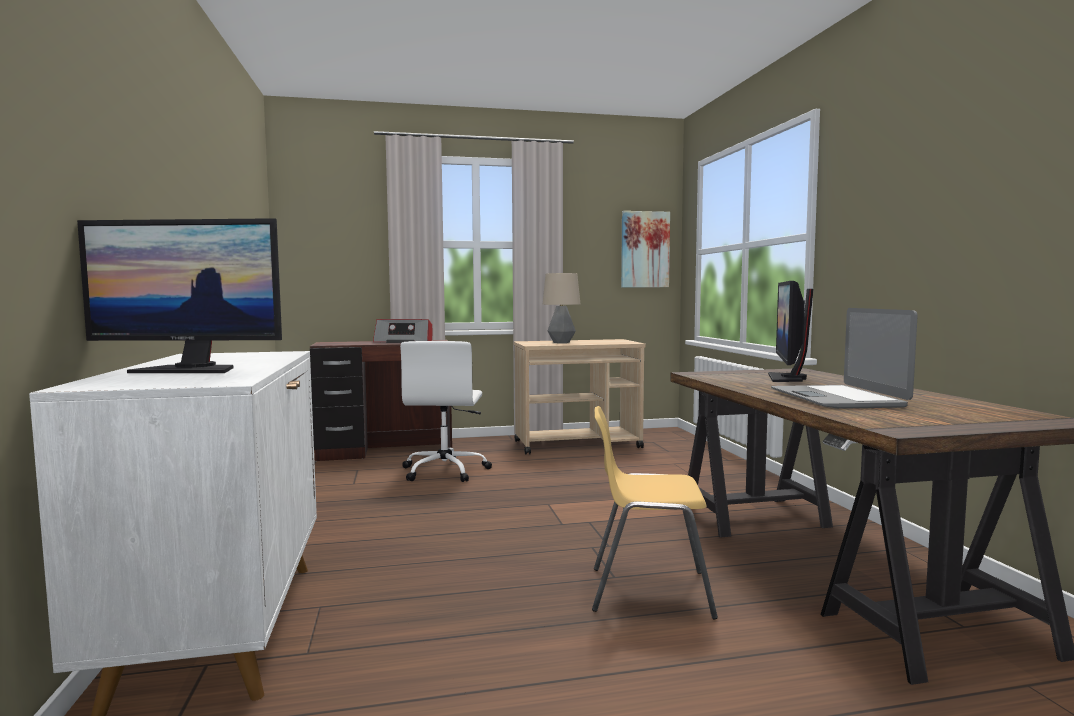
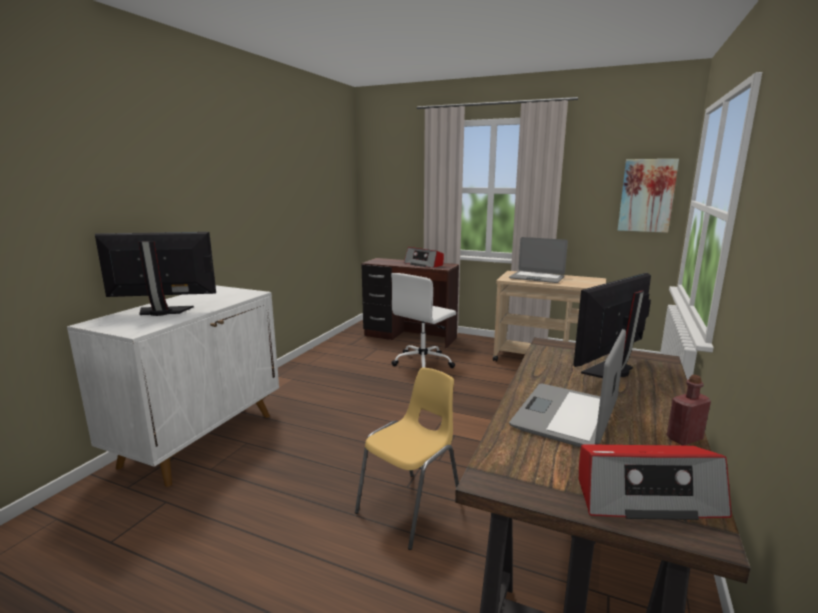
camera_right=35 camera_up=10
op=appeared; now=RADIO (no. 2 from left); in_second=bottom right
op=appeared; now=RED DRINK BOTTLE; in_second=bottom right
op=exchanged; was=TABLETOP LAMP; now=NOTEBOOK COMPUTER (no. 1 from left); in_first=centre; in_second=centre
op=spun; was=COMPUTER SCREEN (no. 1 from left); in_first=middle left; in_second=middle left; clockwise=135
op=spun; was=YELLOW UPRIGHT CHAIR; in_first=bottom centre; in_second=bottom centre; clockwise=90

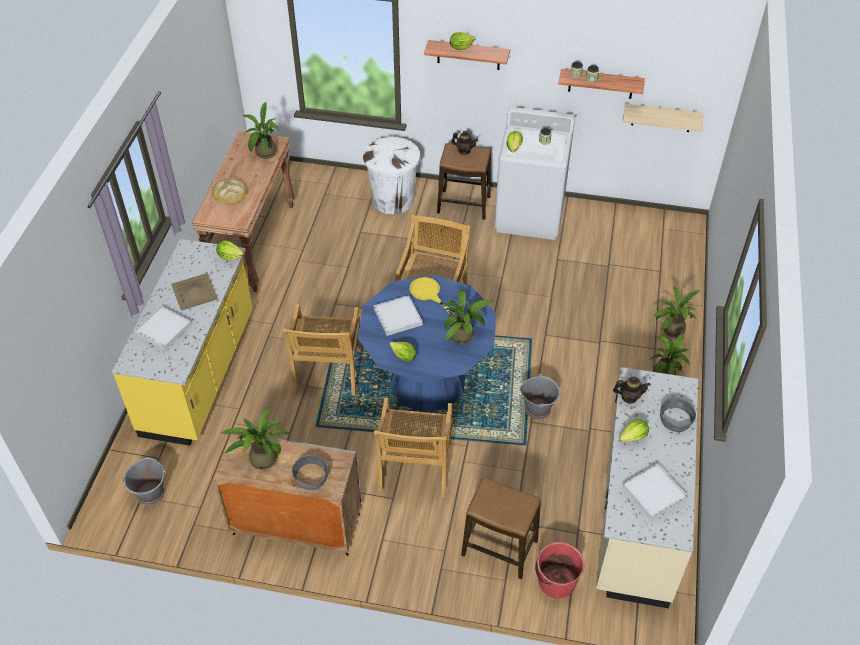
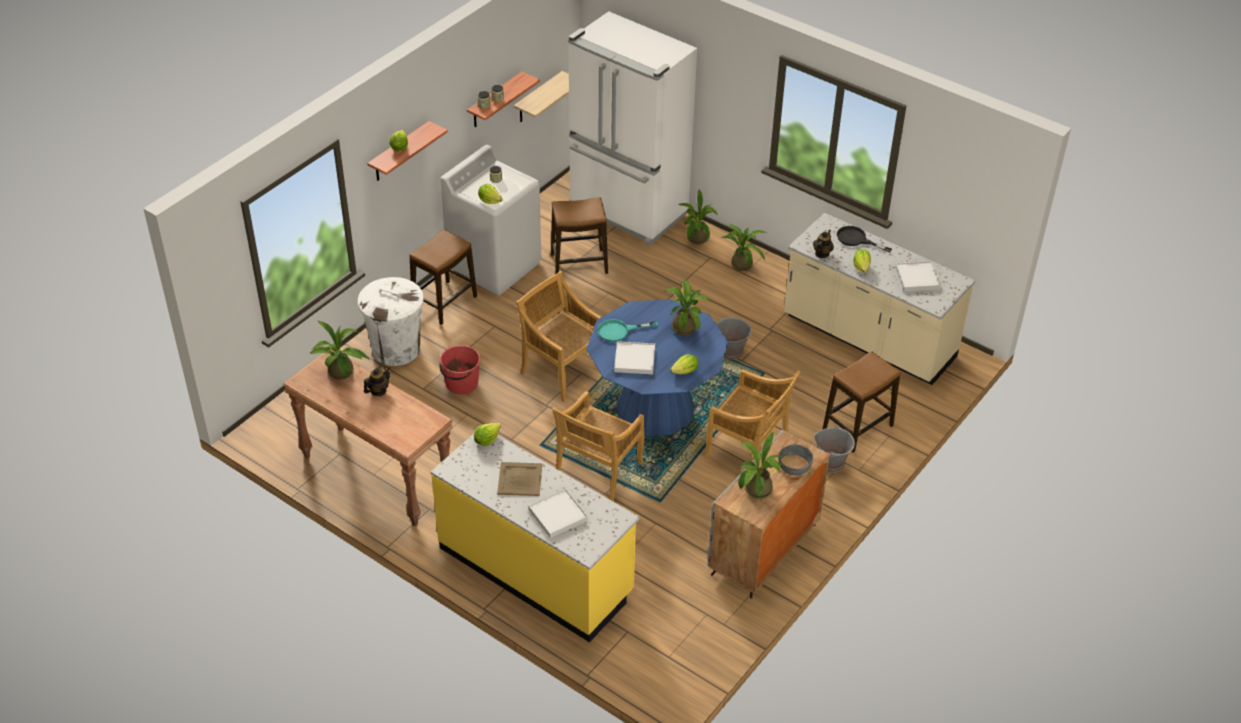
camera_right=-65 camera_up=-5
op=missing; was=BAKED BREAD; in_first=top left
op=appeared; now=SITTING STOOL (no. 2 from left); in_second=top centre
op=appeared; now=WHITE REFRIGERATOR; in_second=top centre
op=relocated; was=GREYISH WATER BUCKET (no. 1 from left in the first image); now=GREYISH WATER BUCKET (no. 2 from left); in_first=bottom left; in_second=middle right
op=relocated; was=POT FOR TEA (no. 1 from left); in_first=top centre; in_second=middle left
op=relocated; was=RED WATER BUCKET; in_first=bottom centre; in_second=centre
op=exchanged; was=GREYISH SERVING BOWL (no. 2 from left); now=BLACKISH PAN; in_first=middle right; in_second=top right
op=colour; was=YELLOW PAN; now=TURQUOISE PAN; in_first=centre; in_second=centre
op=spun; was=BEIGE-COLOURED UPRIGHT CHAIR (no. 1 from left in the first image); in_first=centre; in_second=centre; clockwise=90

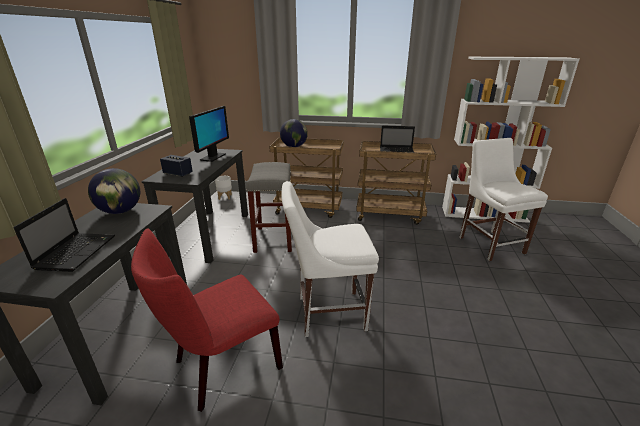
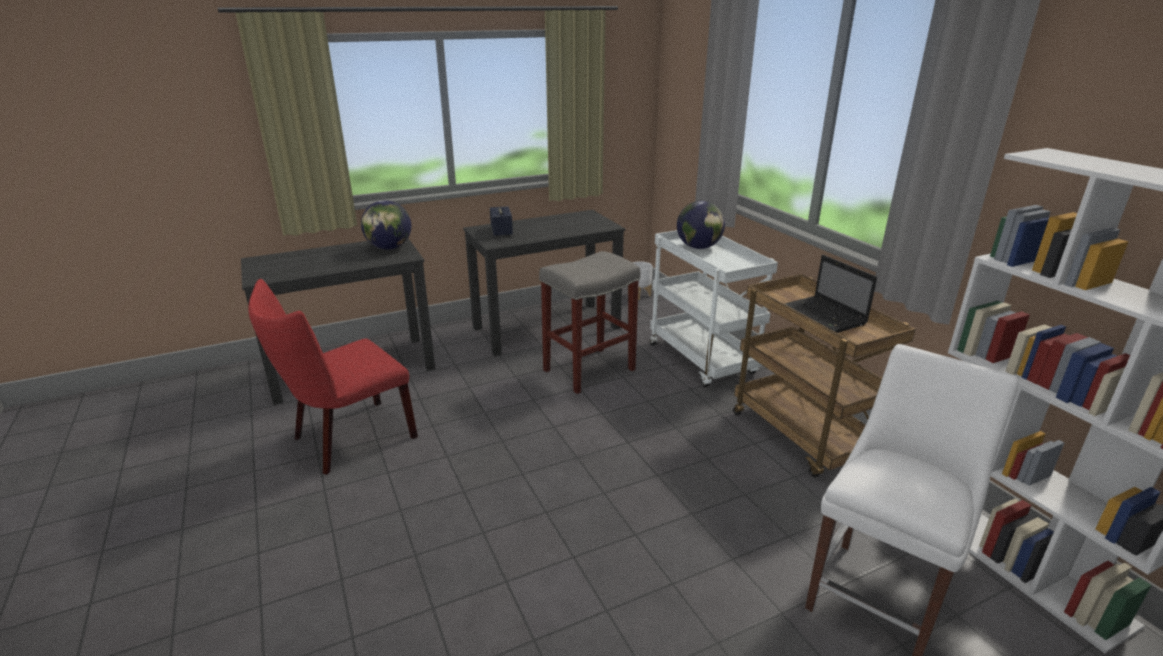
camera_right=55 camera_up=0
op=missing; was=NOTEBOOK COMPUTER (no. 1 from left); in_first=middle left
op=missing; was=COMPUTER SCREEN; in_first=top left
op=missing; was=WHITE UPRIGHT CHAIR (no. 1 from left); in_first=centre
op=colour; was=BROWN TROLLEY (no. 1 from left); now=WHITE TROLLEY; in_first=centre; in_second=centre
op=spun; was=RED UPRIGHT CHAIR; in_first=bottom left; in_second=middle left; clockwise=-60

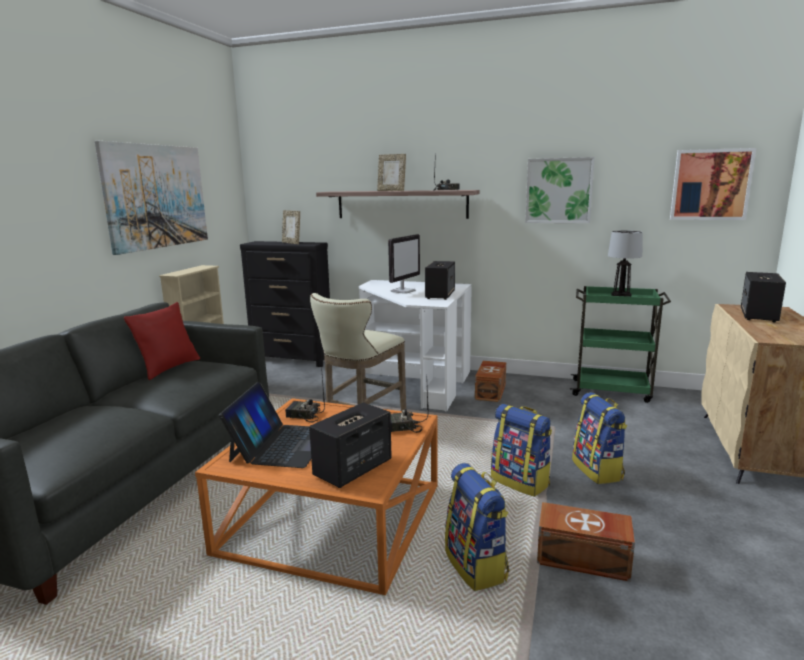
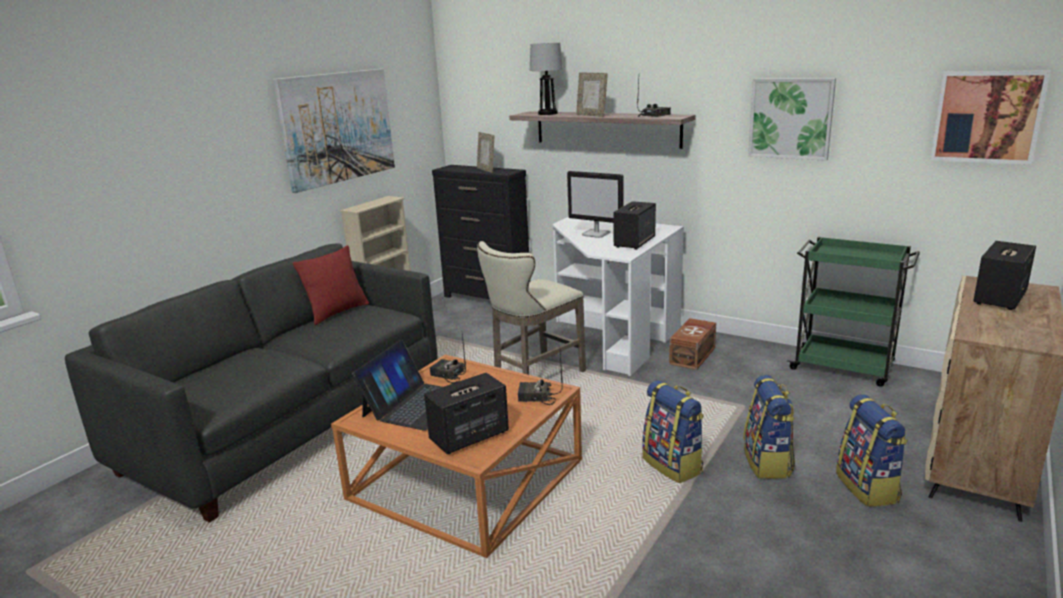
camera_right=15 camera_up=5
op=missing; was=BROWN STORAGE BIN (no. 2 from left); in_first=bottom right
op=relocated; was=KNAPSACK (no. 1 from left in the first image); now=KNAPSACK (no. 3 from left); in_first=bottom centre; in_second=bottom right
op=relocated; was=TABLETOP LAMP; in_first=middle right; in_second=top centre
op=spun; was=COMPUTER SCREEN; in_first=centre; in_second=centre; clockwise=75

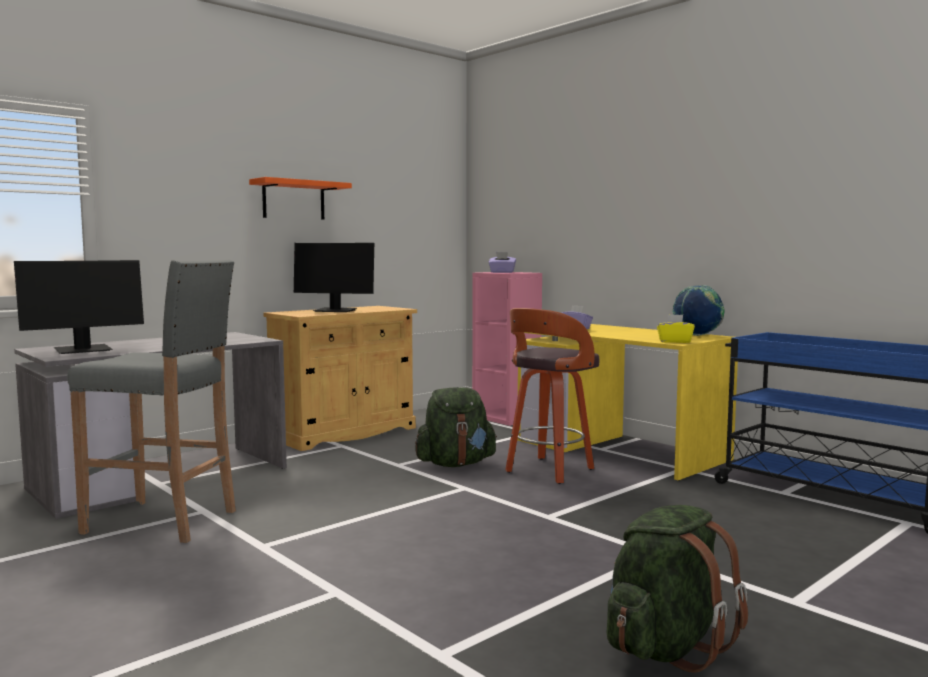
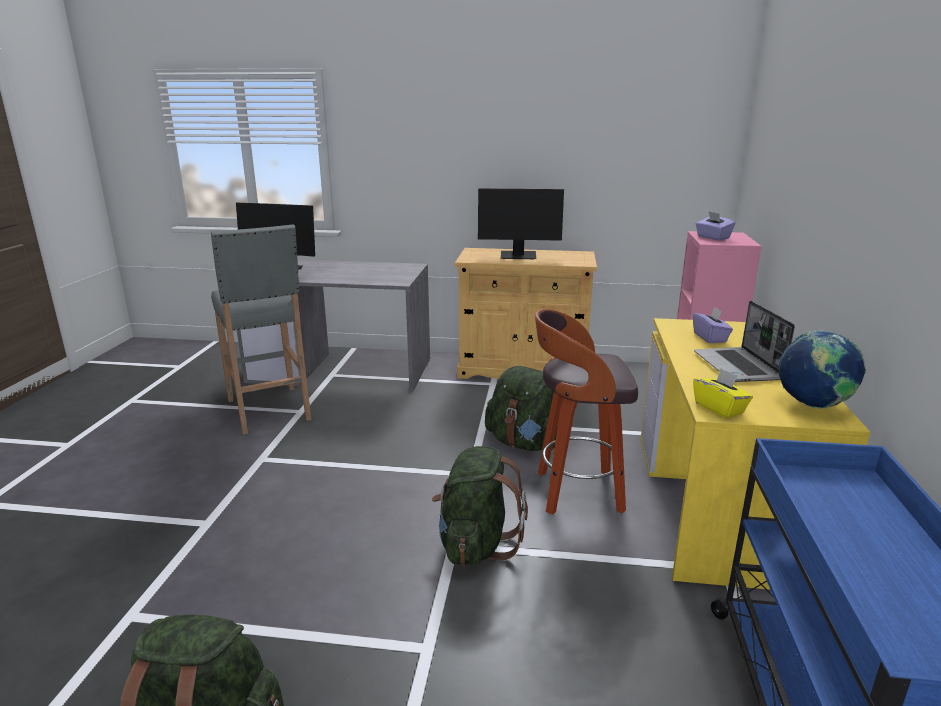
camera_right=50 camera_up=15
op=missing; was=ORANGE-COLOURED BRACKET SHELF; in_first=top left
op=appeared; now=GREENISH KNAPSACK (no. 2 from left); in_second=bottom centre
op=appeared; now=NOTEBOOK COMPUTER; in_second=middle right
op=spun; was=COMPUTER SCREEN (no. 2 from left); in_first=centre; in_second=top centre; clockwise=-60

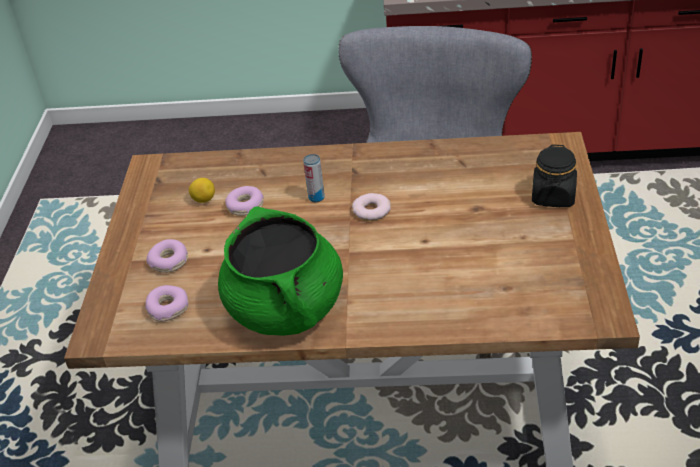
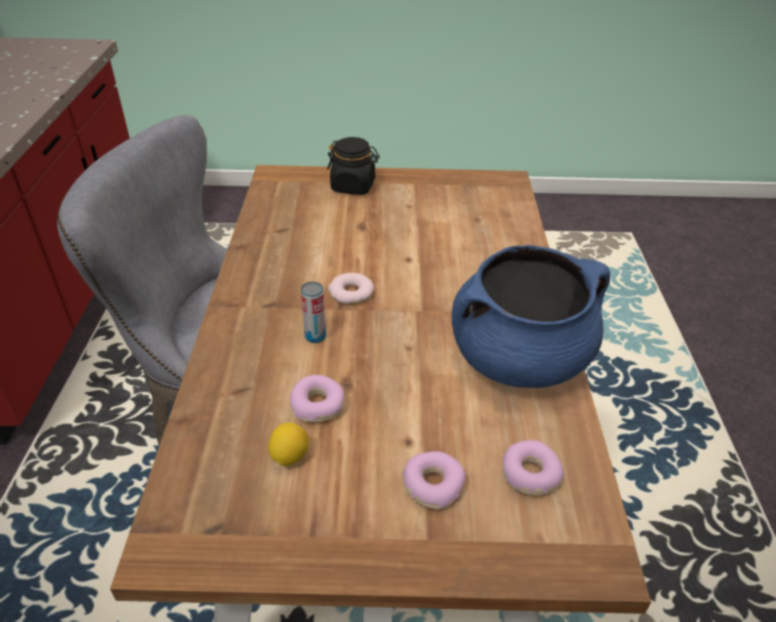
camera_right=-95 camera_up=0
op=colour; was=GREENISH COOKING POT; now=BLUE-COLOURED COOKING POT; in_first=centre; in_second=middle right

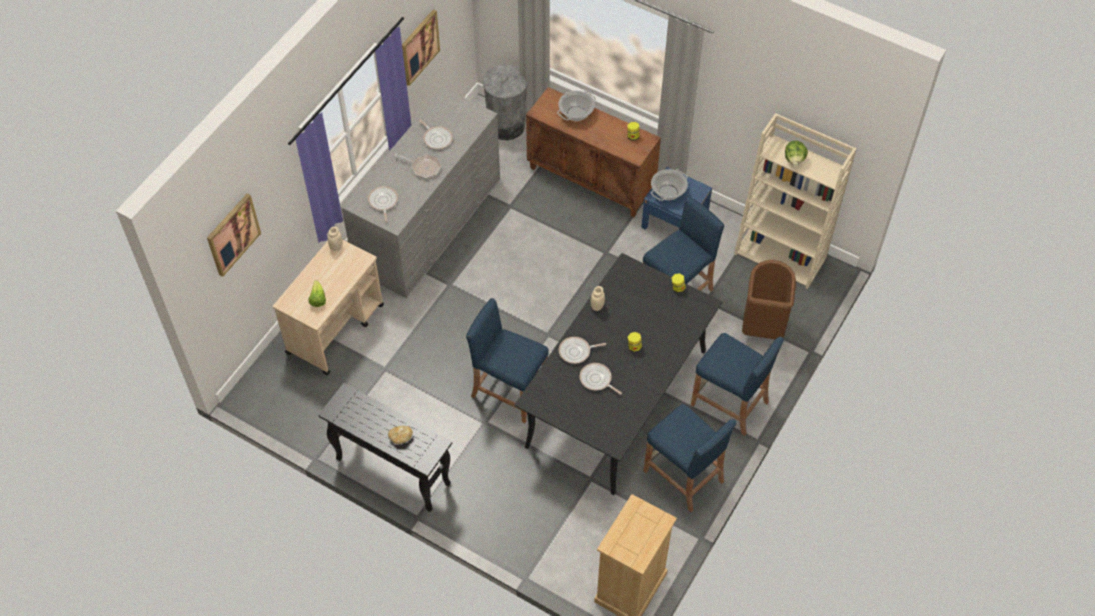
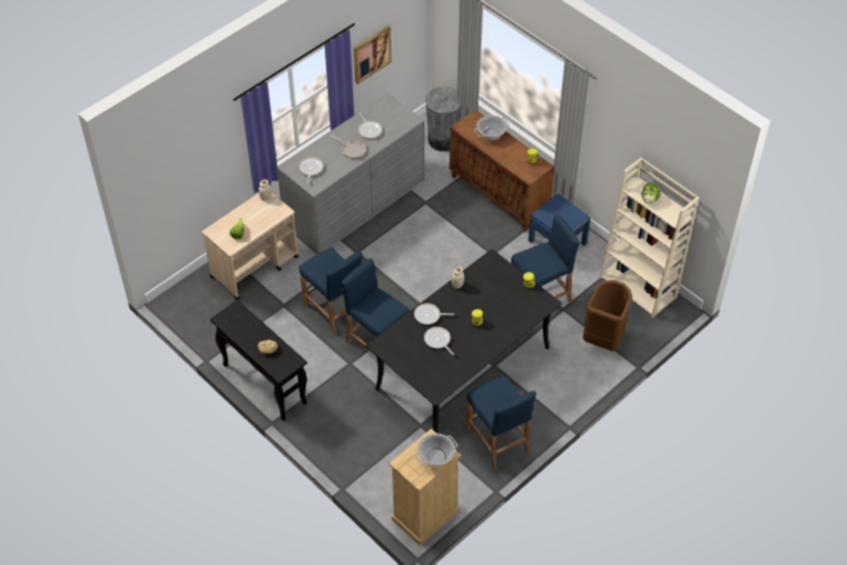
camera_right=15 camera_up=-5
op=missing; was=PICTURE (no. 1 from left); in_first=middle left
op=relocated; was=COOKING POT (no. 2 from left in the first image); now=COOKING POT (no. 1 from left); in_first=top centre; in_second=bottom centre
op=relocated; was=BLUE-COLOURED SITTING STOOL (no. 4 from left in the first image); now=BLUE-COLOURED SITTING STOOL (no. 1 from left); in_first=middle right; in_second=centre

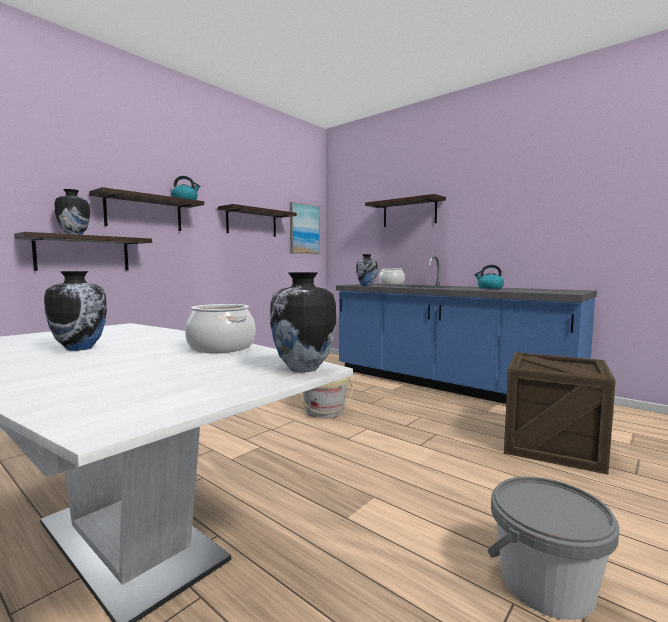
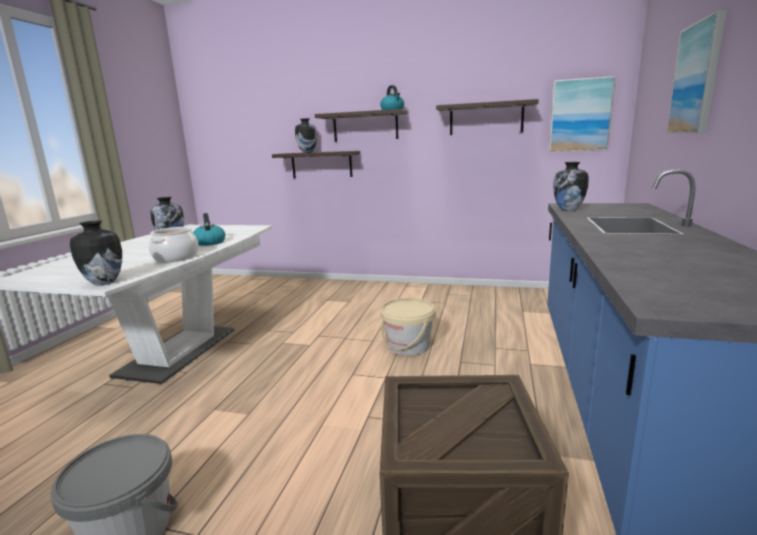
camera_right=65 camera_up=10
op=missing; was=COOKING POT (no. 2 from left); in_first=centre
op=relocated; was=TEA KETTLE (no. 2 from left in the first image); now=TEA KETTLE (no. 1 from left); in_first=middle right; in_second=middle left
op=exchanged; was=BRACKET SHELF (no. 4 from left); now=PICTURE (no. 2 from left); in_first=centre; in_second=top right

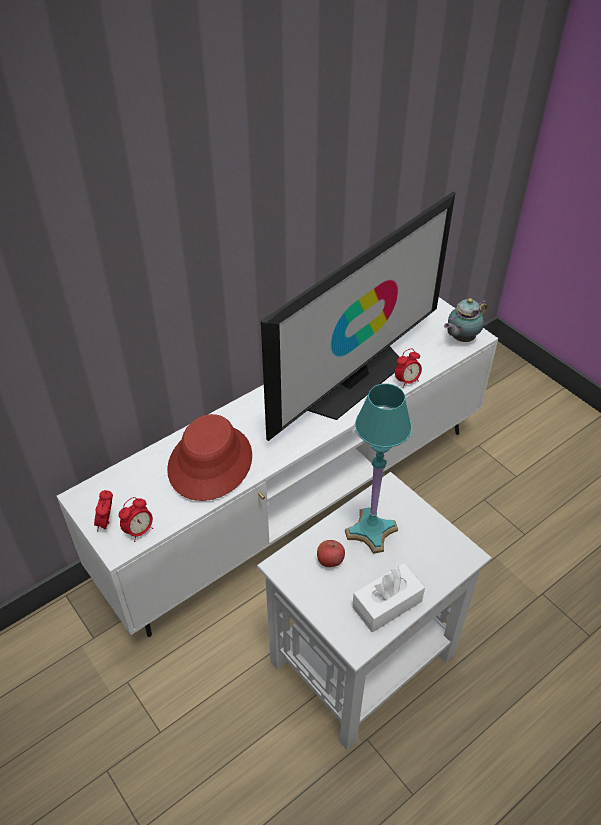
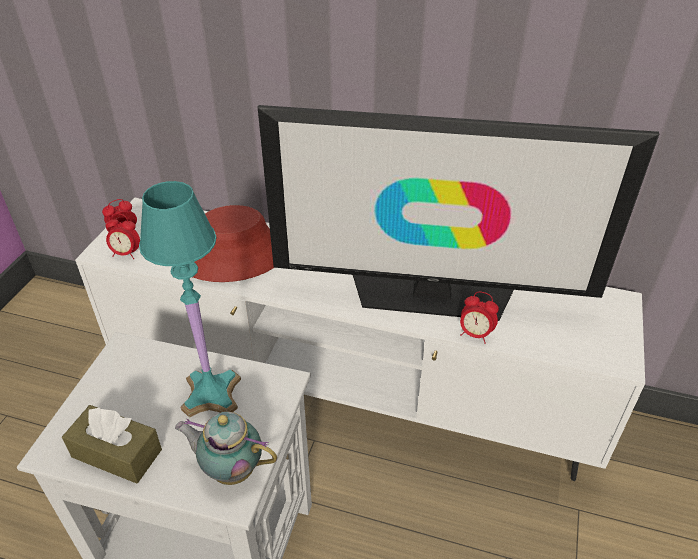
camera_right=55 camera_up=-5
op=missing; was=APPLE FRUIT; in_first=bottom centre
op=relocated; was=POT FOR TEA; in_first=middle right; in_second=bottom left
op=colour; was=WHITE BOX OF TISSUES; now=BROWN BOX OF TISSUES; in_first=bottom centre; in_second=bottom left

